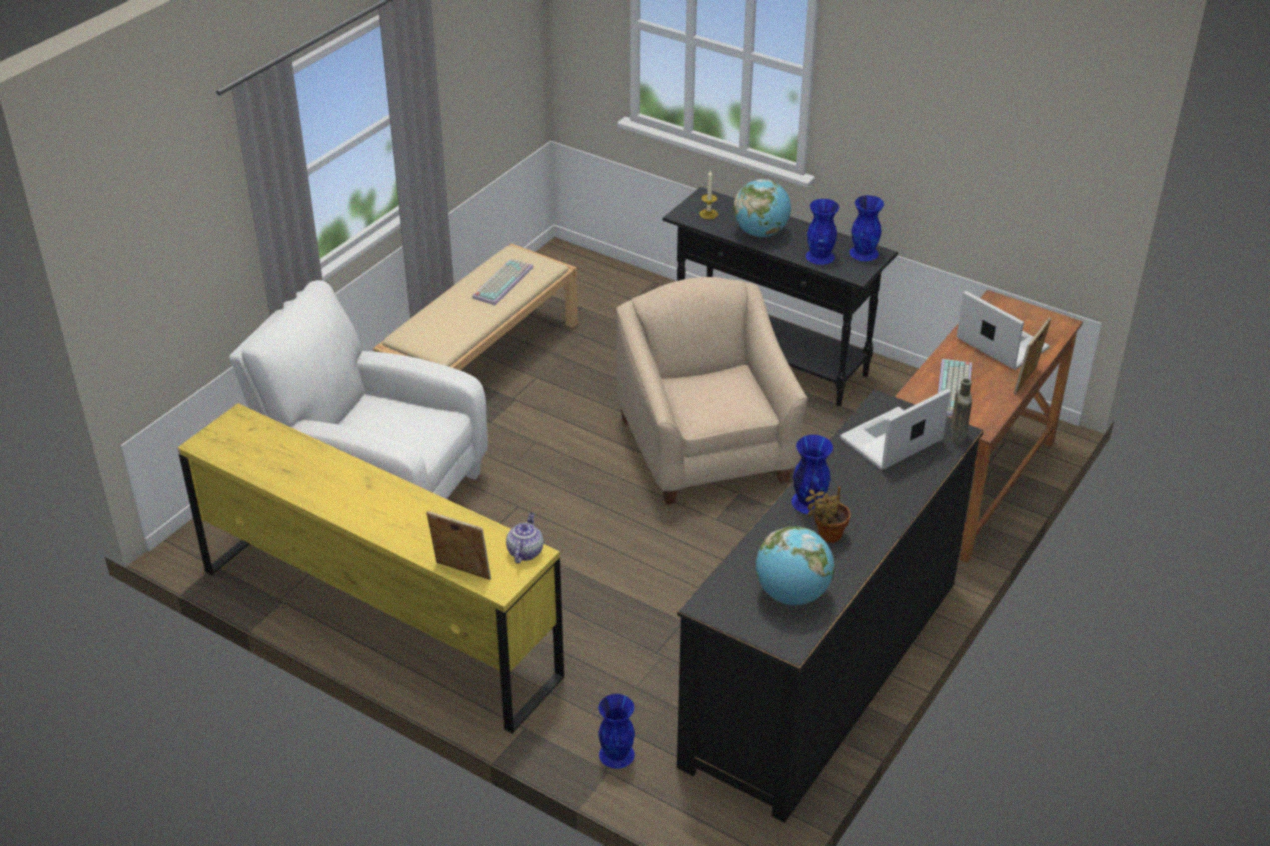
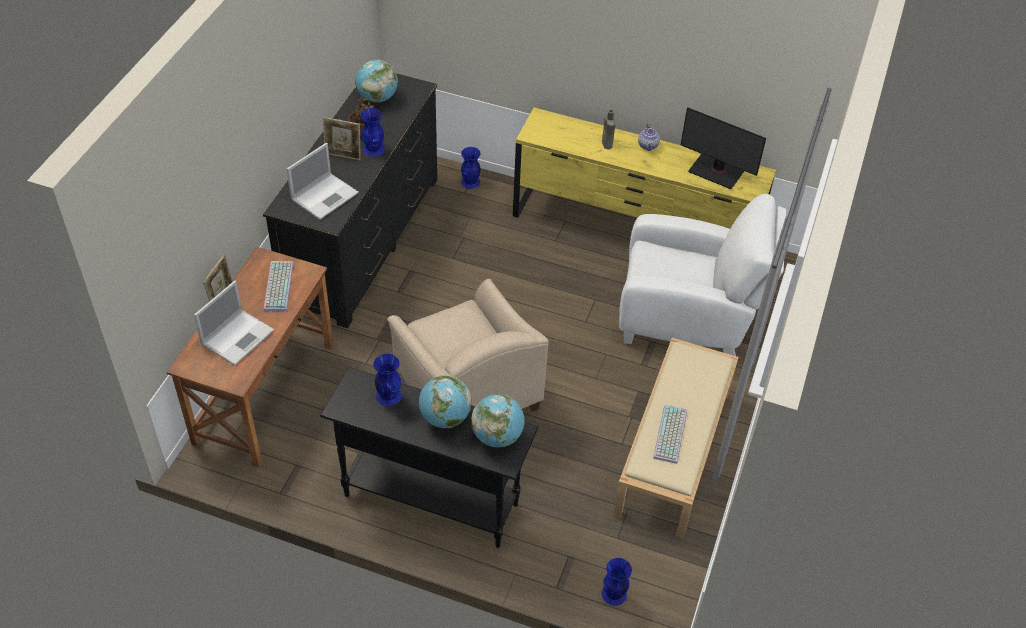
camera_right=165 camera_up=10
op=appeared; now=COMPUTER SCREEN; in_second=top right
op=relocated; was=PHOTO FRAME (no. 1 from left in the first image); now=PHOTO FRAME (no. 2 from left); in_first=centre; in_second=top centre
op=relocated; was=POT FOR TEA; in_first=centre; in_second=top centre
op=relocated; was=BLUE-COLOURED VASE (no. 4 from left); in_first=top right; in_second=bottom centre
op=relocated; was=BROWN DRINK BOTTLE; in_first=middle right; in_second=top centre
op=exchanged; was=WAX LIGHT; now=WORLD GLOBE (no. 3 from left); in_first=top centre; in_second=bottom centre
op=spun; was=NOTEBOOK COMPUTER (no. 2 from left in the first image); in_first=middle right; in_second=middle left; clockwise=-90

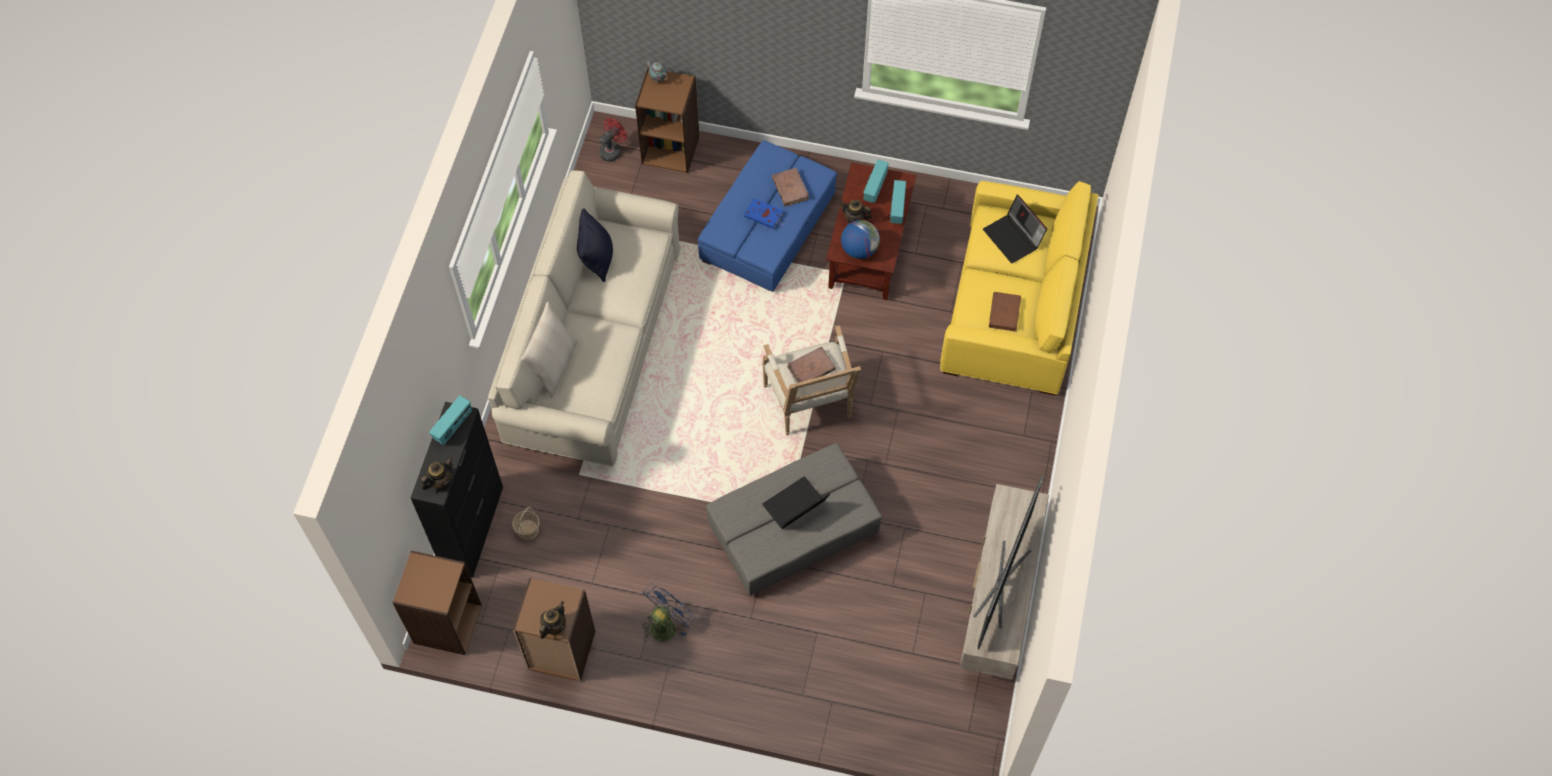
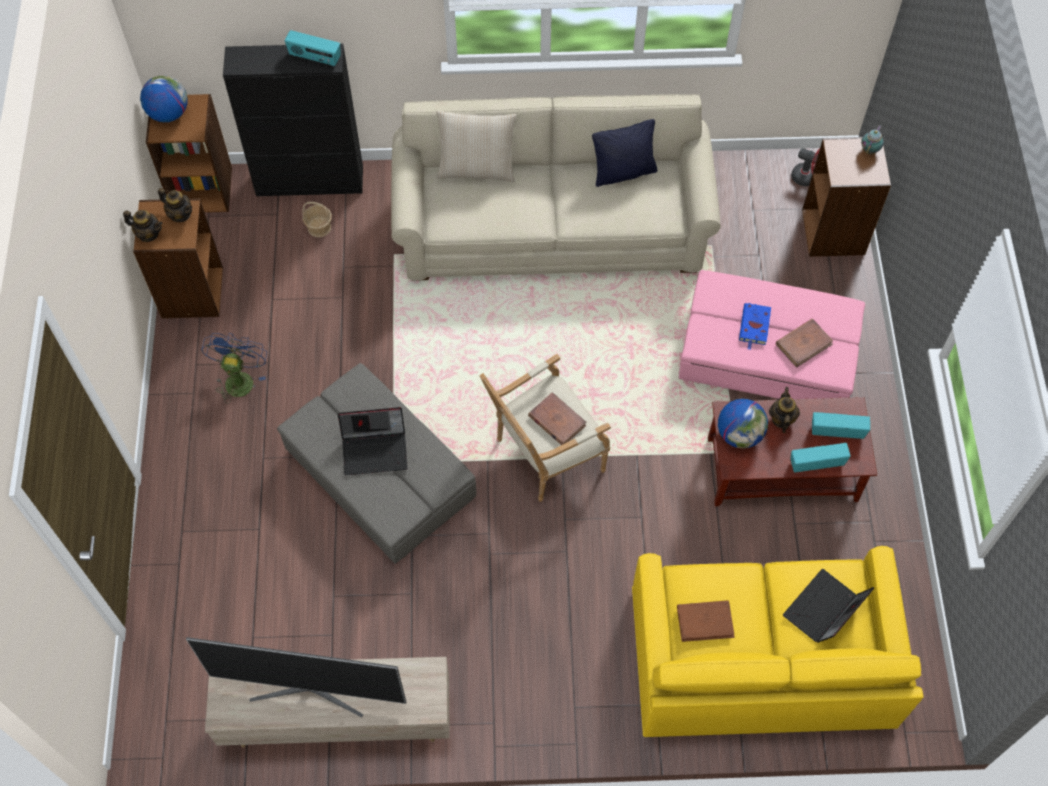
camera_right=75 camera_up=0
op=appeared; now=WORLD GLOBE (no. 1 from left); in_second=top left
op=relocated; was=POT FOR TEA (no. 1 from left in the first image); now=POT FOR TEA (no. 2 from left); in_first=middle left; in_second=top left
op=colour; was=BLUE-COLOURED POUFFE; now=PINKISH POUFFE; in_first=top centre; in_second=middle right
op=spun; was=BLUE-COLOURED FAN; in_first=bottom centre; in_second=middle left; clockwise=-105
op=spun; was=NOTEBOOK COMPUTER (no. 1 from left); in_first=centre; in_second=centre; clockwise=135

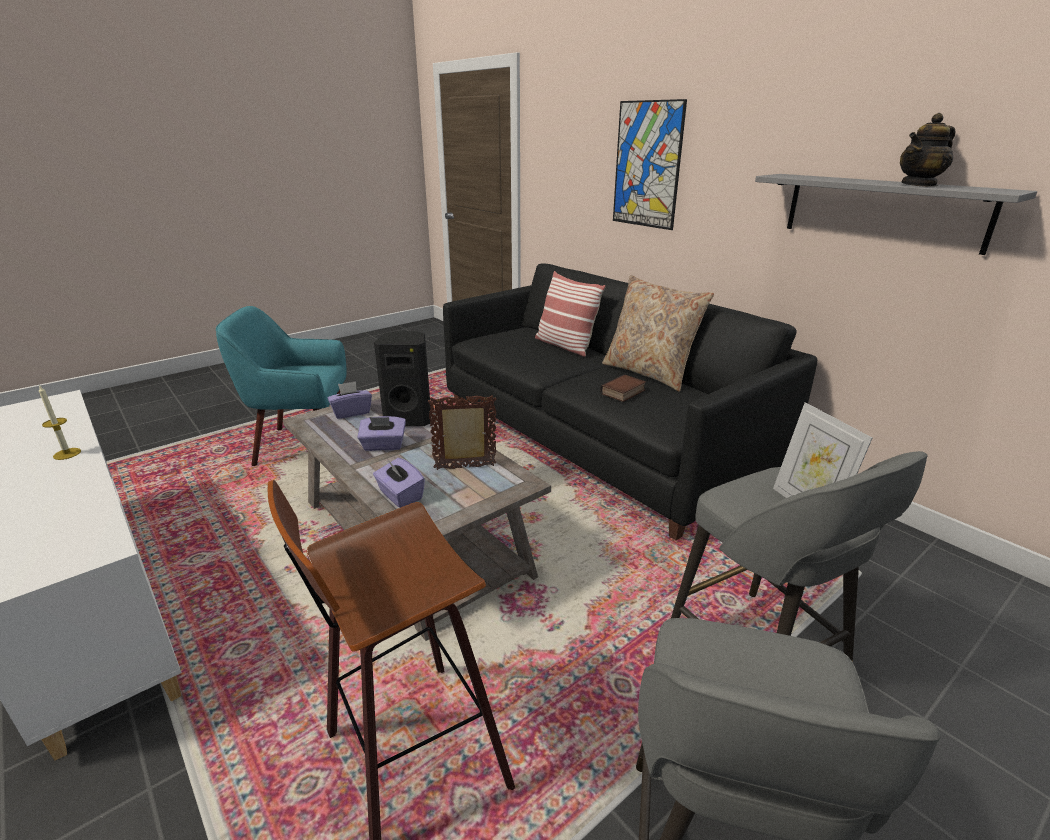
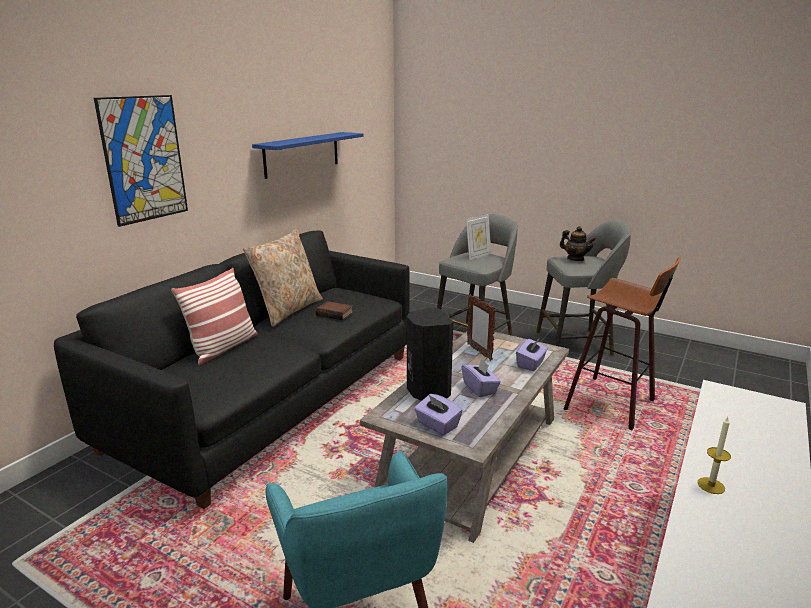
camera_right=-110 camera_up=-5
op=relocated; was=POT FOR TEA; in_first=top right; in_second=middle right
op=colour; was=GREYISH BRACKET SHELF; now=BLUE-COLOURED BRACKET SHELF; in_first=top right; in_second=top centre

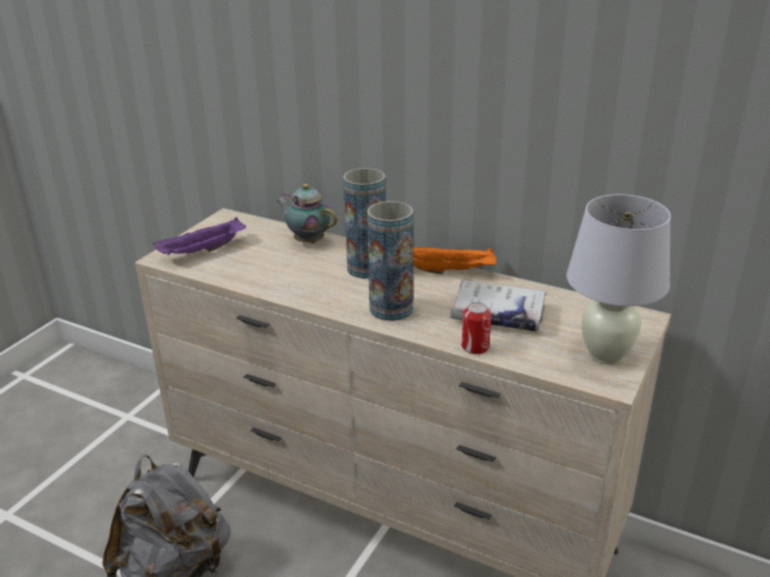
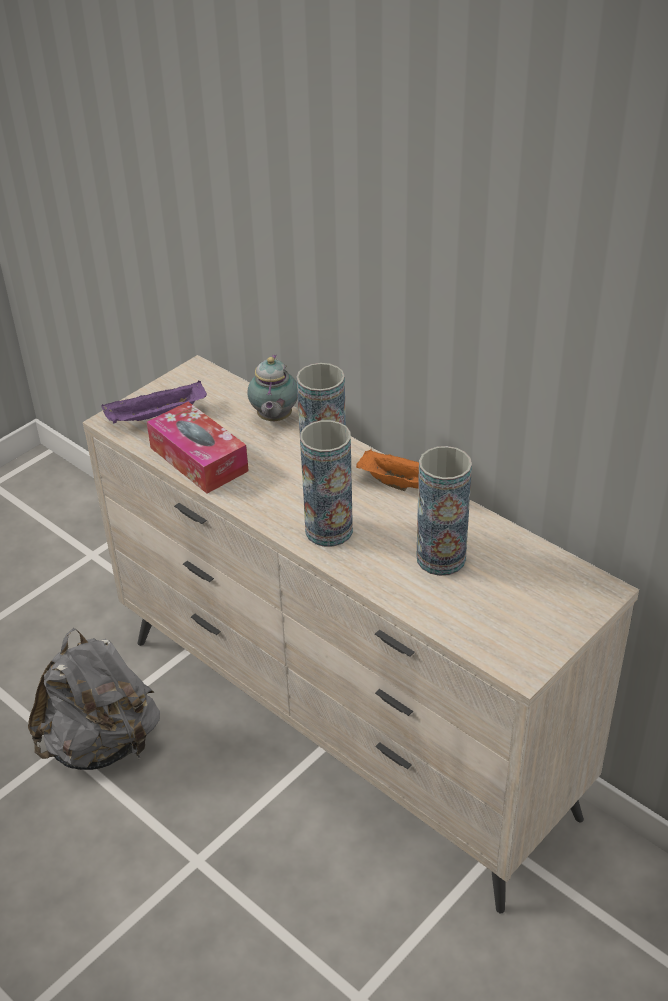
camera_right=15 camera_up=10
op=missing; was=CAN; in_first=centre
op=missing; was=WHITE TABLETOP LAMP; in_first=middle right
op=appeared; now=BOX OF TISSUES; in_second=middle left
op=exchanged; was=WHITE BOUND BOOK; now=VASE (no. 3 from left); in_first=centre; in_second=centre
op=spun; was=POT FOR TEA; in_first=centre; in_second=centre; clockwise=-135

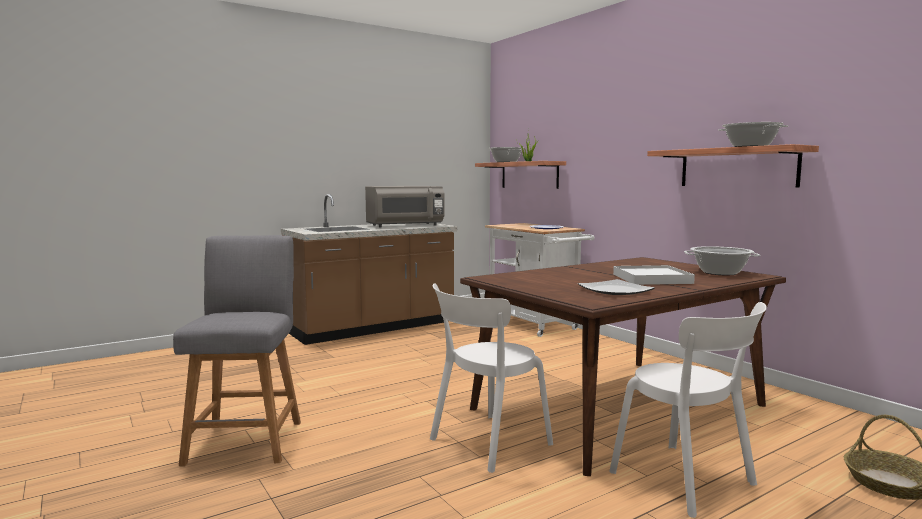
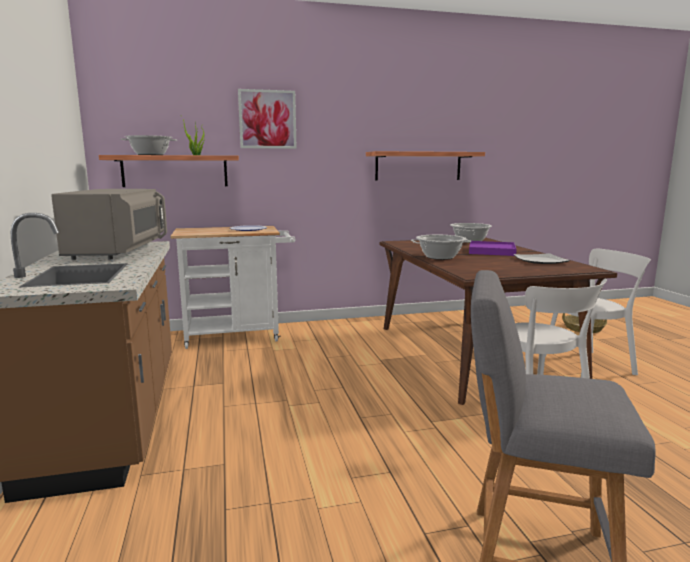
camera_right=-70 camera_up=5
op=appeared; now=PICTURE; in_second=top centre
op=relocated; was=COOKING POT (no. 3 from left in the first image); now=COOKING POT (no. 2 from left); in_first=top right; in_second=centre
op=colour; was=WHITE CARRYING TRAY; now=PURPLE CARRYING TRAY; in_first=middle right; in_second=middle right

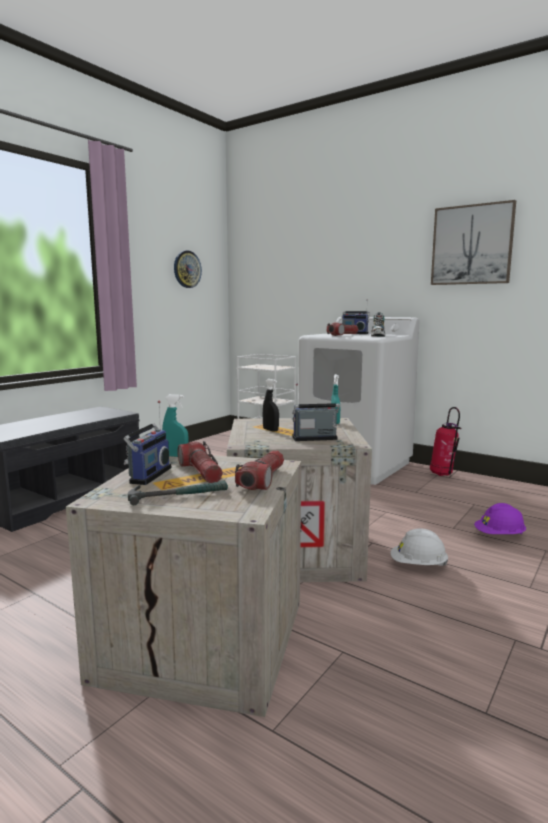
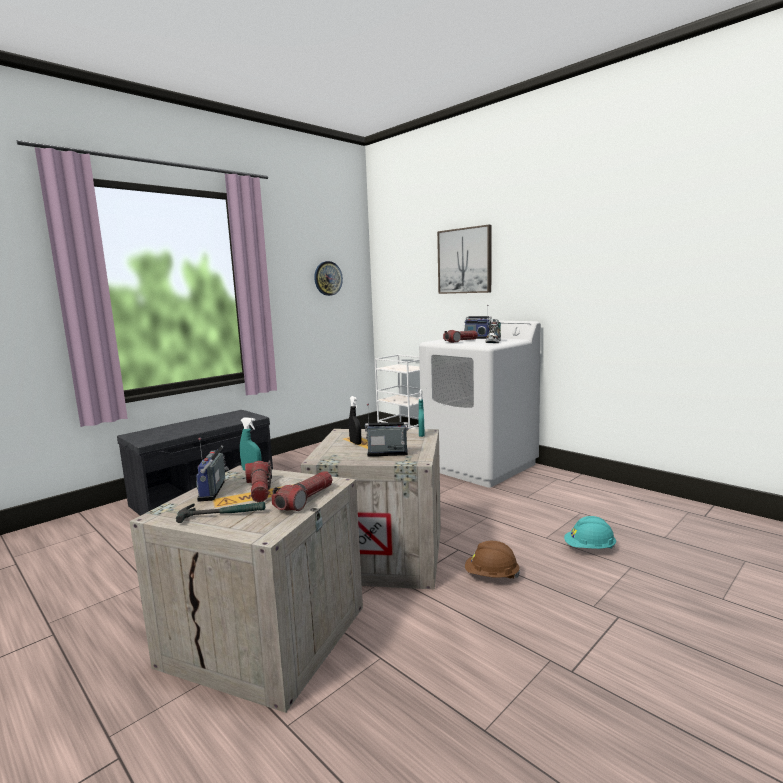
camera_right=10 camera_up=0
op=missing; was=FIRE EXTINGUISHER; in_first=middle right
op=relocated; was=PICTURE; in_first=top right; in_second=top centre
op=colour; was=WHITE HARD HAT; now=BROWN HARD HAT; in_first=middle right; in_second=bottom centre
op=colour; was=PURPLE HARD HAT; now=TURQUOISE HARD HAT; in_first=middle right; in_second=bottom right
op=spun; was=RADIO (no. 1 from left); in_first=middle left; in_second=middle left; clockwise=150

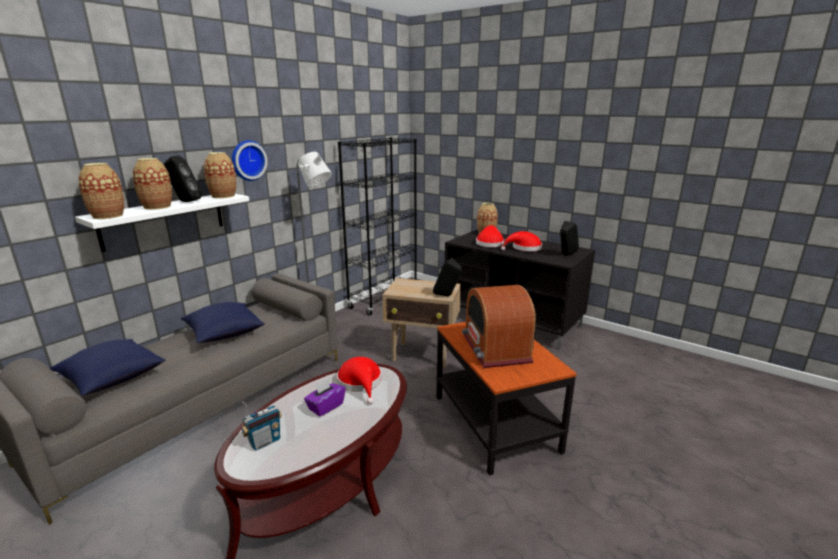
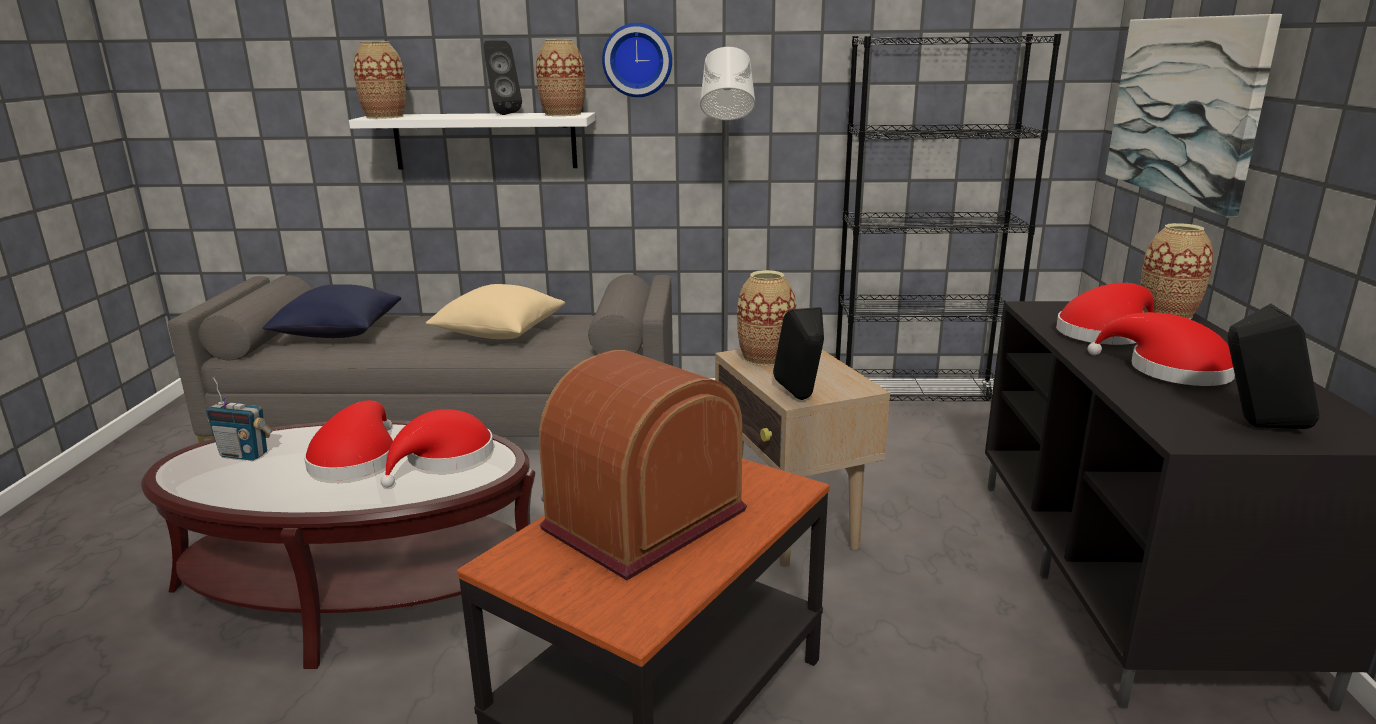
camera_right=55 camera_up=0
op=appeared; now=PICTURE; in_second=top right
op=relocated; was=VASE (no. 2 from left in the first image); now=VASE (no. 3 from left); in_first=top left; in_second=centre
op=exchanged; was=PURPLE BOX OF TISSUES; now=RED CLOTHING HAT (no. 1 from left); in_first=bottom centre; in_second=middle left
op=colour; was=BLUE-COLOURED PILLOW (no. 2 from left); now=BEIGE-COLOURED PILLOW; in_first=middle left; in_second=centre

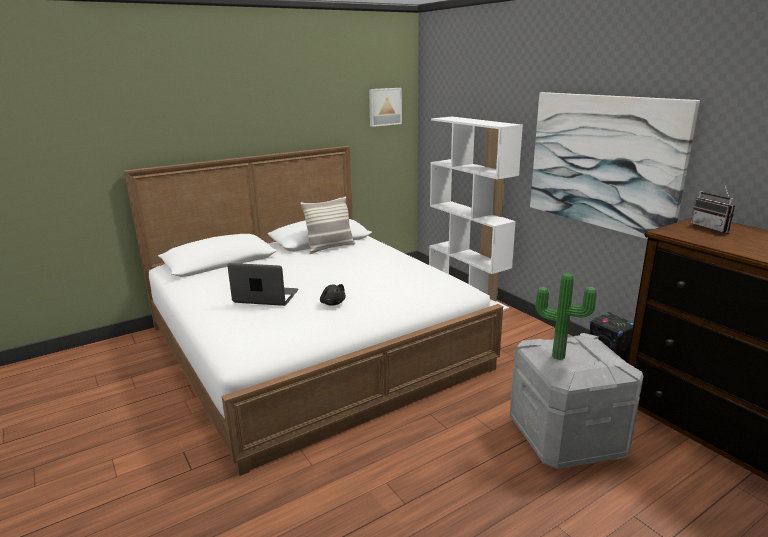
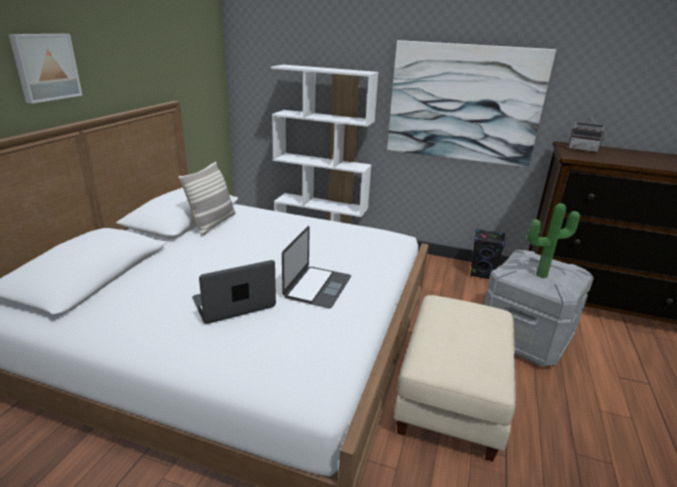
camera_right=-40 camera_up=5
op=appeared; now=BEIGE-COLOURED POUFFE; in_second=bottom right
op=relocated; was=PICTURE (no. 1 from left); in_first=top centre; in_second=top left
op=exchanged; was=BLACKISH SOFT TOY; now=NOTEBOOK COMPUTER (no. 2 from left); in_first=centre; in_second=centre

